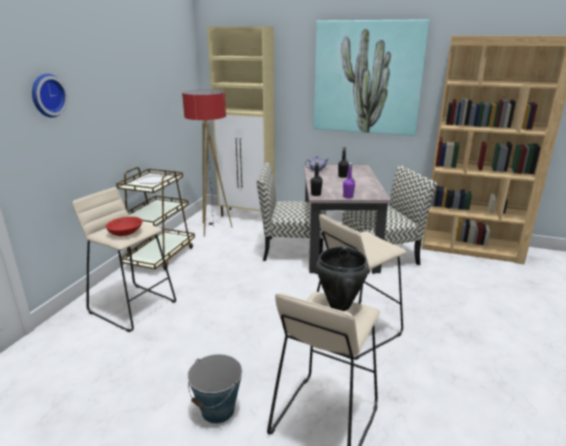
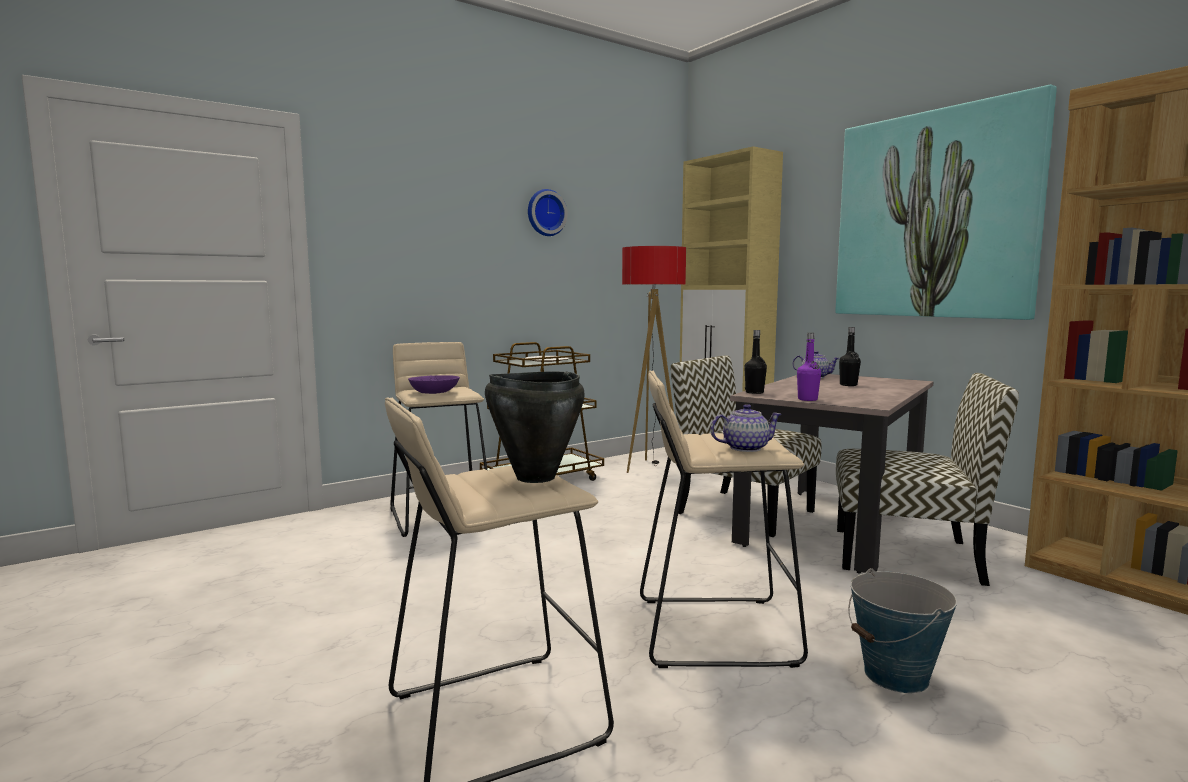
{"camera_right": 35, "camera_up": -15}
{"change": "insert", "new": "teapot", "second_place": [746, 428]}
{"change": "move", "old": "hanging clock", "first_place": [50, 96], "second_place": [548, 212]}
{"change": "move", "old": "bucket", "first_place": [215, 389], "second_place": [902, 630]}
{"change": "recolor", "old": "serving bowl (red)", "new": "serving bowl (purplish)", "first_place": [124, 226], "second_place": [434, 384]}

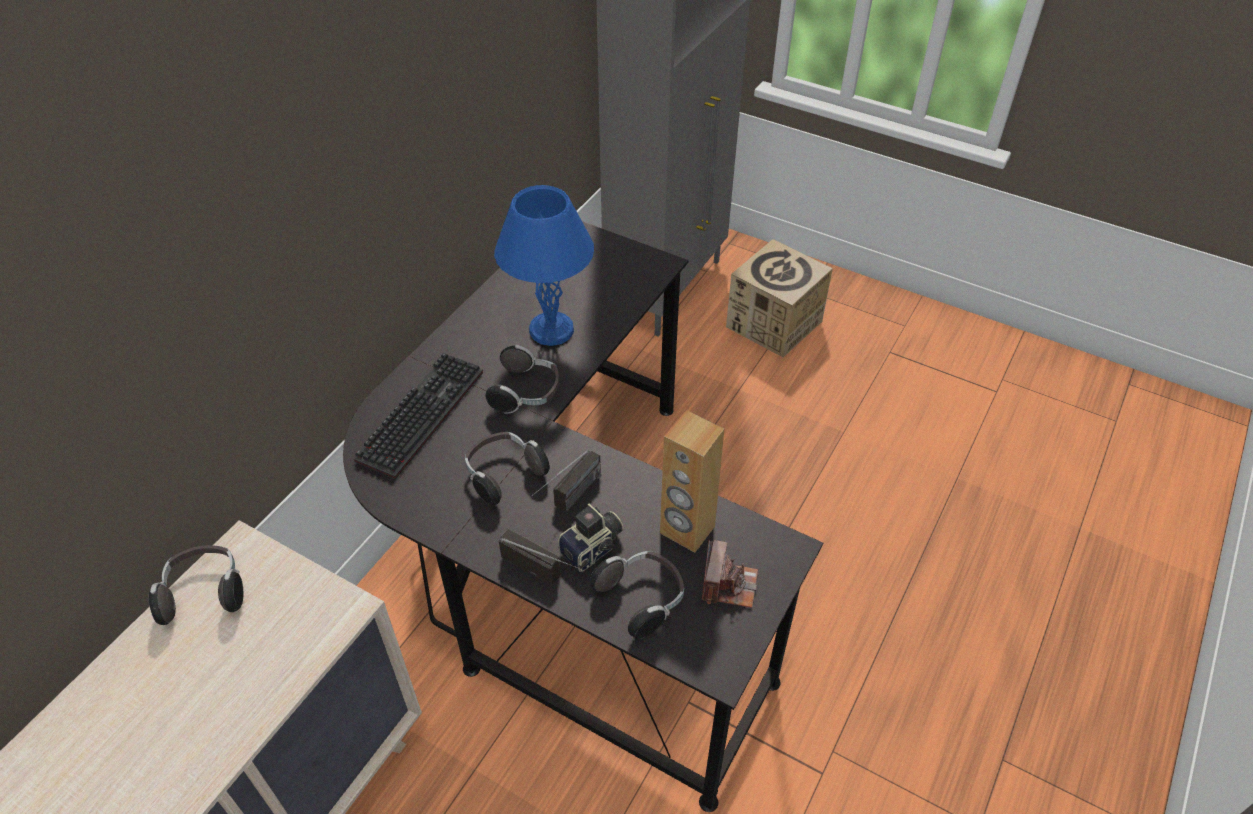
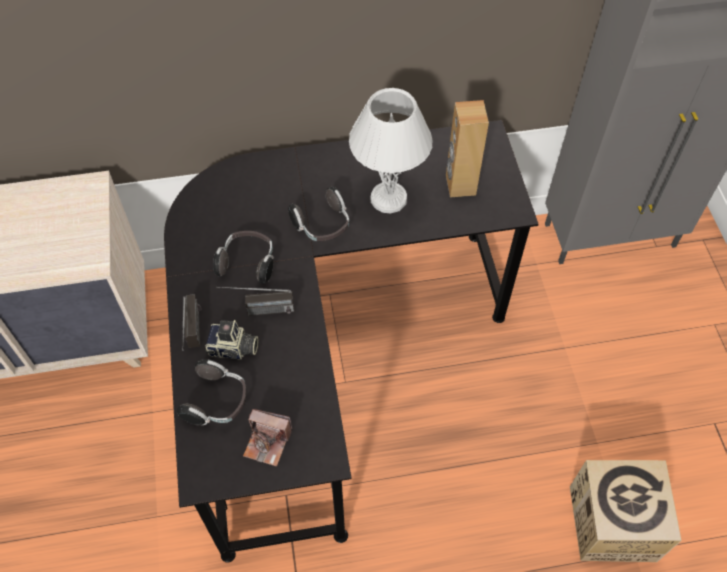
{"camera_right": 50, "camera_up": 10}
{"change": "delete", "old": "pair of headphones", "first_place": [196, 585]}
{"change": "delete", "old": "computer keyboard", "first_place": [418, 416]}
{"change": "move", "old": "speaker (brown-coloured)", "first_place": [692, 481], "second_place": [467, 149]}
{"change": "move", "old": "packing box", "first_place": [779, 298], "second_place": [626, 511]}
{"change": "recolor", "old": "table lamp (blue-coloured)", "new": "table lamp (whitish)", "first_place": [544, 265], "second_place": [390, 150]}
{"change": "rotate", "old": "still camera", "first_place": [730, 574], "second_place": [267, 437], "degrees": 45}

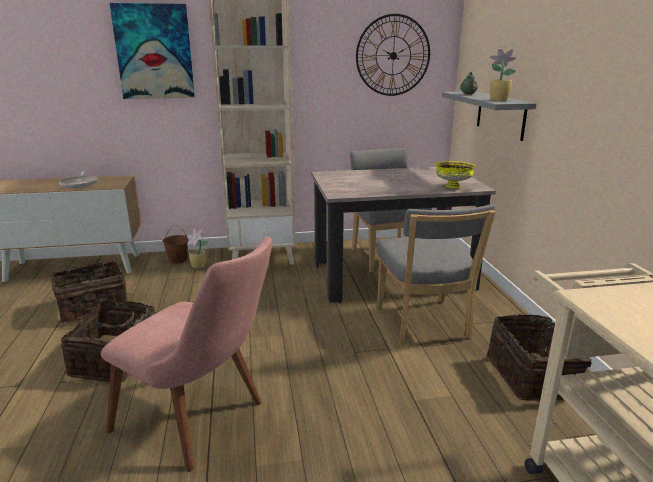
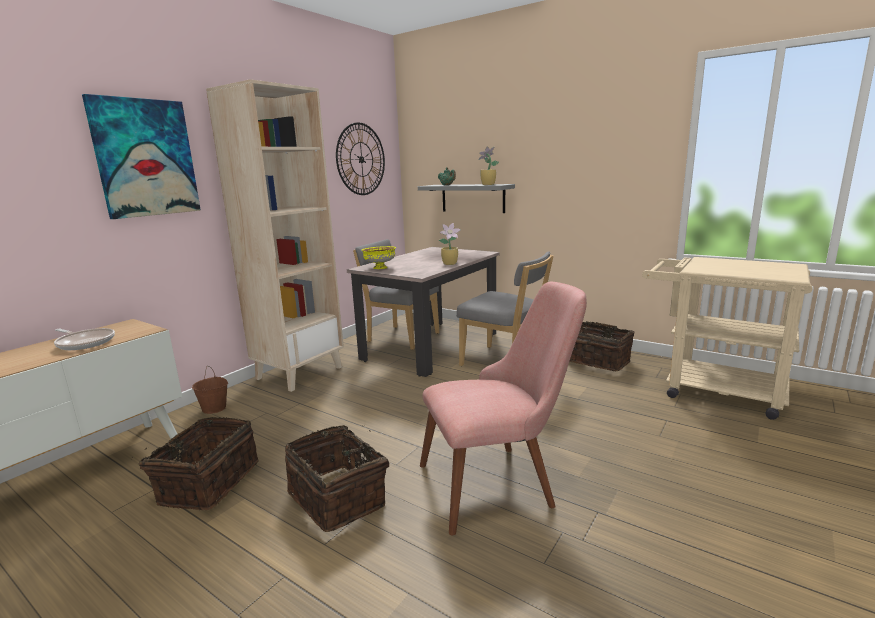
{"camera_right": -45, "camera_up": -5}
{"change": "move", "old": "potted plant", "first_place": [197, 249], "second_place": [449, 244]}
{"change": "move", "old": "serving bowl (yellow)", "first_place": [455, 174], "second_place": [379, 257]}

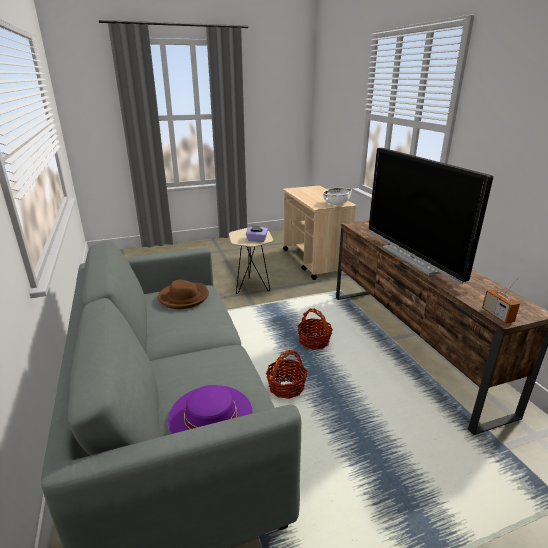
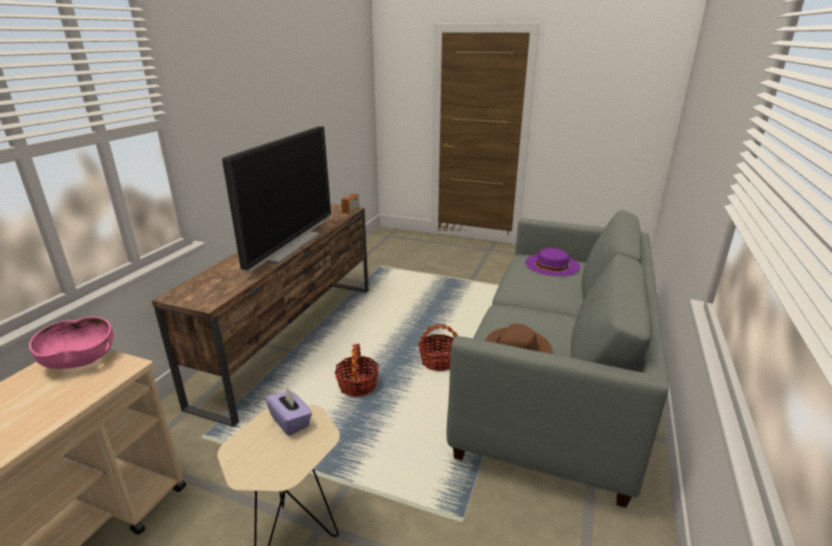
{"camera_right": -140, "camera_up": 0}
{"change": "recolor", "old": "serving bowl (whitish)", "new": "serving bowl (pink-coloured)", "first_place": [337, 196], "second_place": [71, 343]}

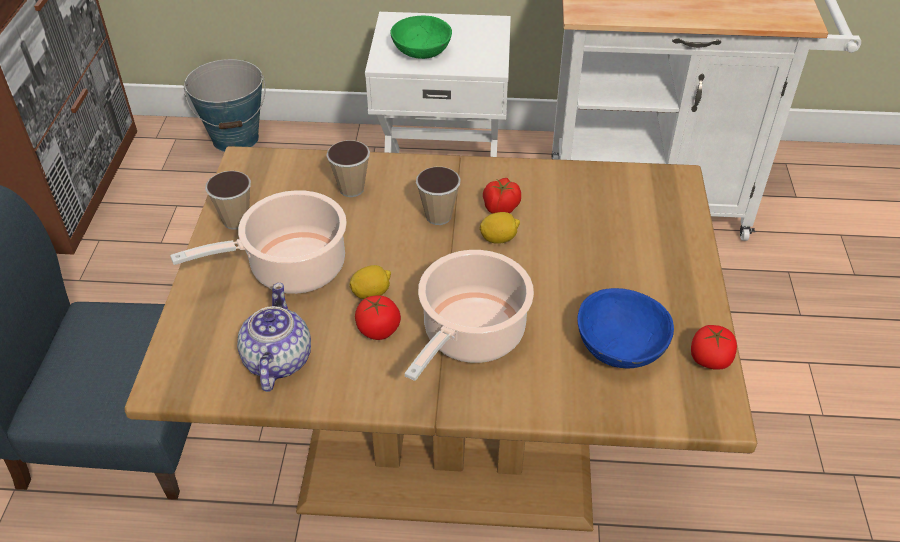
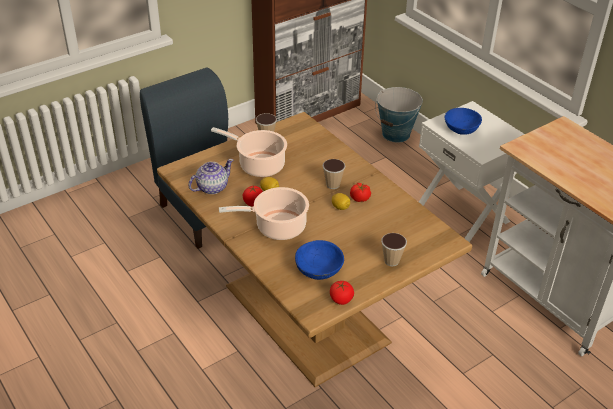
{"camera_right": 50, "camera_up": -5}
{"change": "move", "old": "small cup", "first_place": [348, 168], "second_place": [394, 249]}
{"change": "recolor", "old": "serving bowl (greenish)", "new": "serving bowl (blue-coloured)", "first_place": [421, 37], "second_place": [463, 121]}

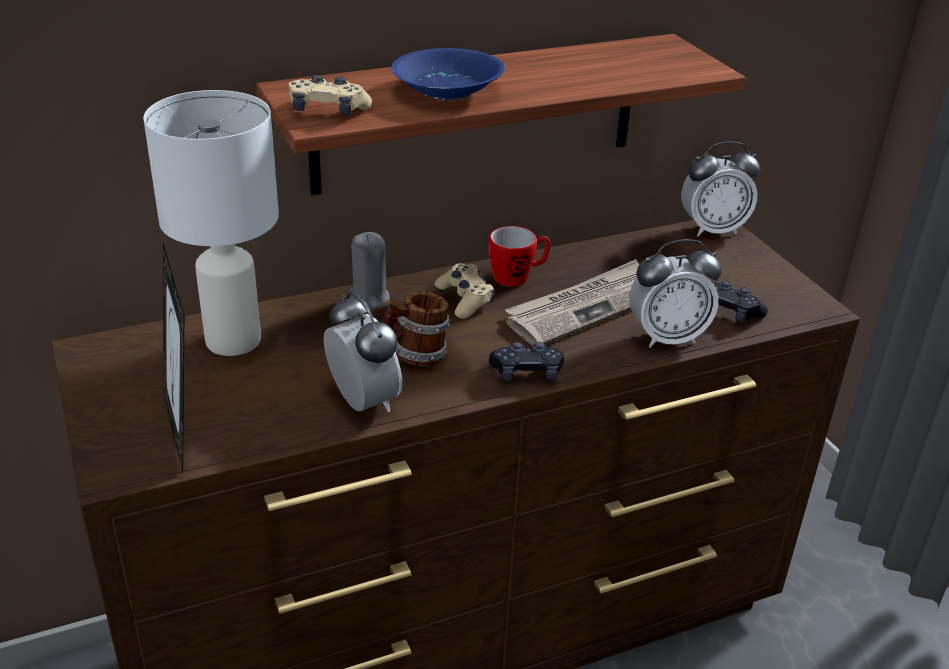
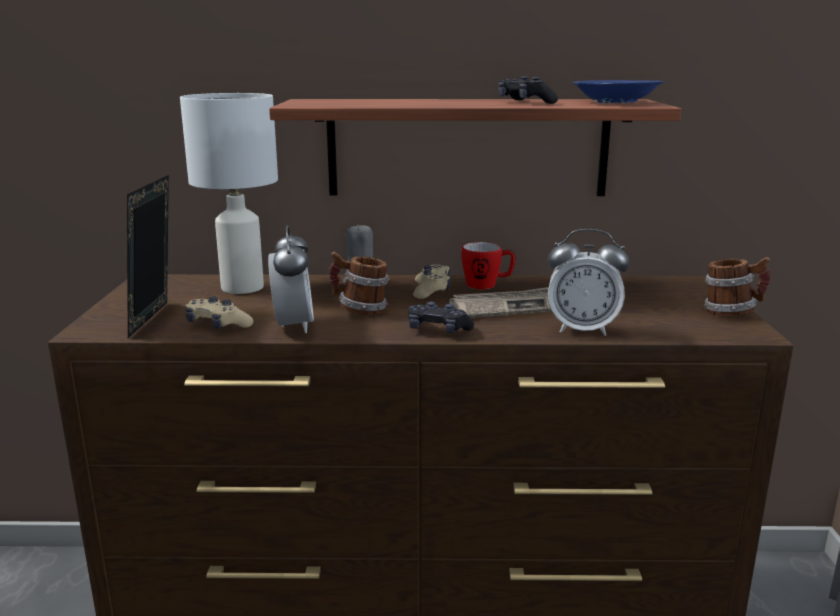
{"camera_right": 25, "camera_up": -15}
{"change": "delete", "old": "bedside clock", "first_place": [721, 189]}
{"change": "insert", "new": "mug", "second_place": [737, 287]}
{"change": "move", "old": "game controller (sand-coloured)", "first_place": [330, 95], "second_place": [219, 313]}
{"change": "move", "old": "serving bowl (blue-coloured)", "first_place": [448, 74], "second_place": [619, 91]}
{"change": "move", "old": "game controller (black)", "first_place": [739, 301], "second_place": [528, 90]}

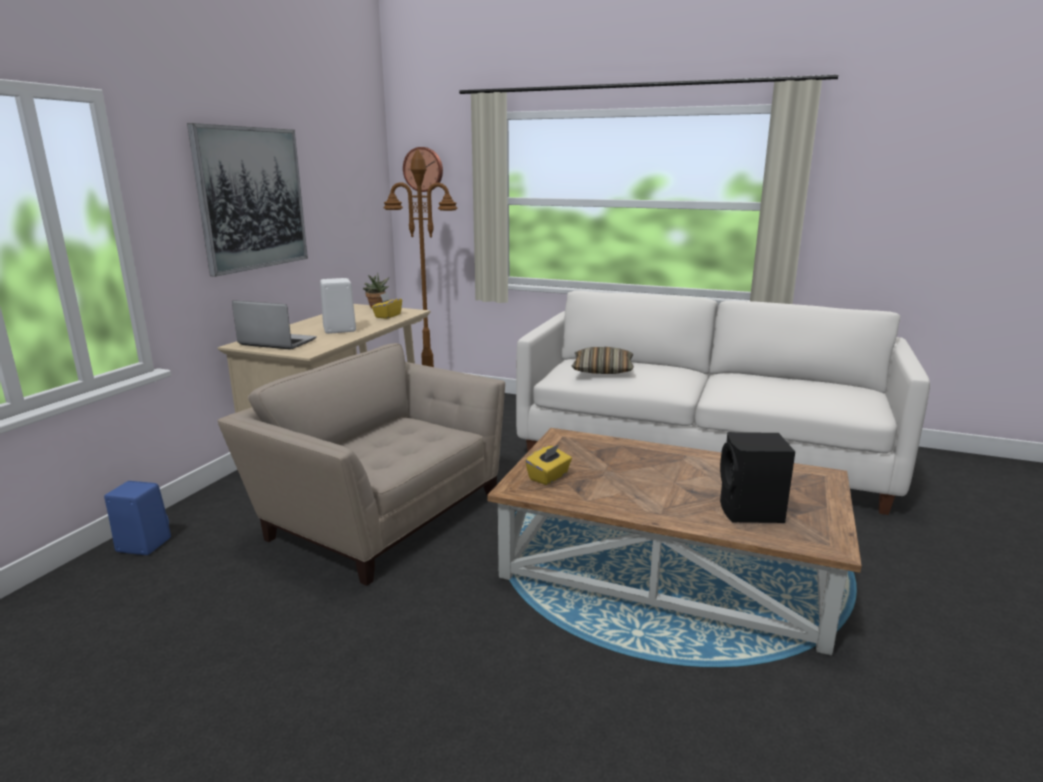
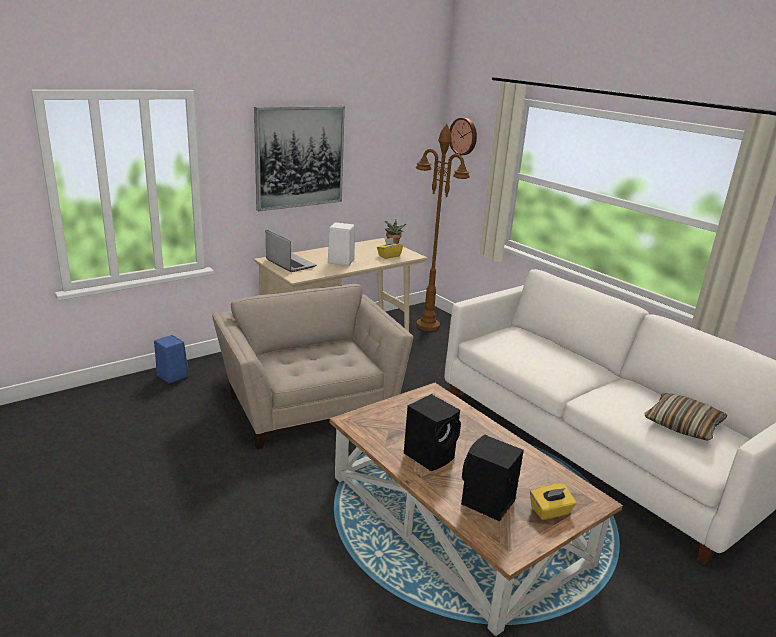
{"camera_right": 30, "camera_up": 5}
{"change": "insert", "new": "speaker (black)", "second_place": [432, 432]}
{"change": "move", "old": "box of tissues (yellow)", "first_place": [548, 464], "second_place": [553, 501]}
{"change": "move", "old": "throw pillow", "first_place": [603, 360], "second_place": [685, 417]}

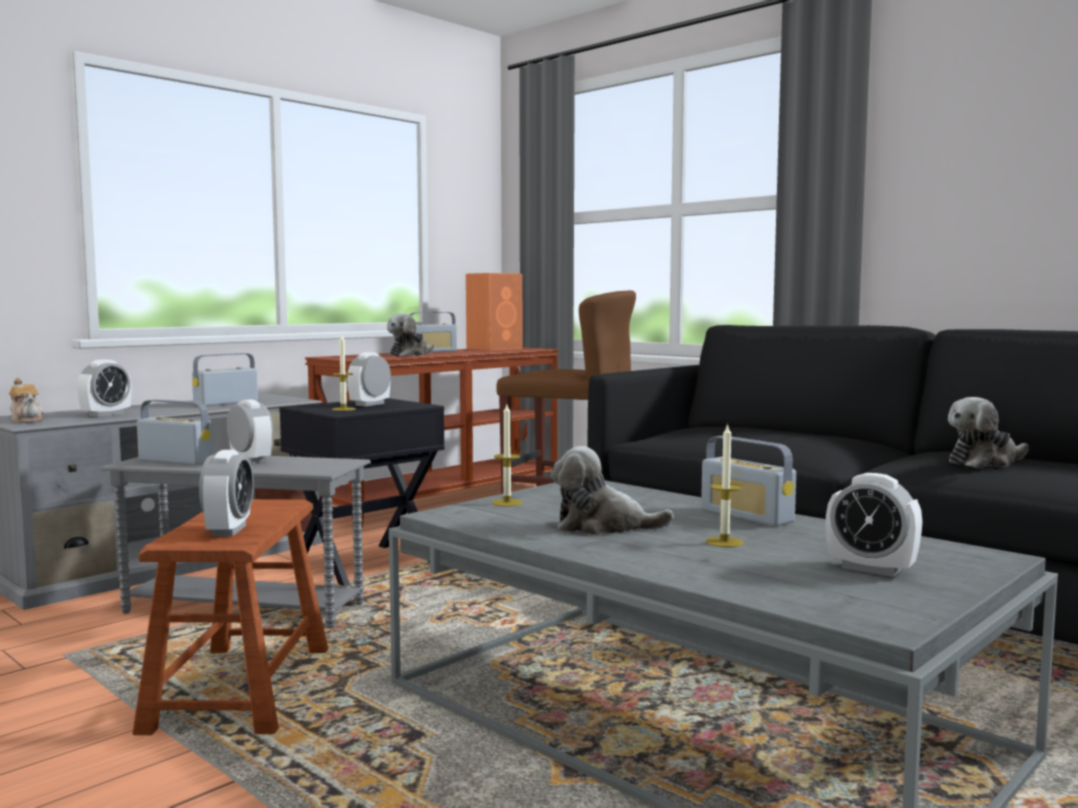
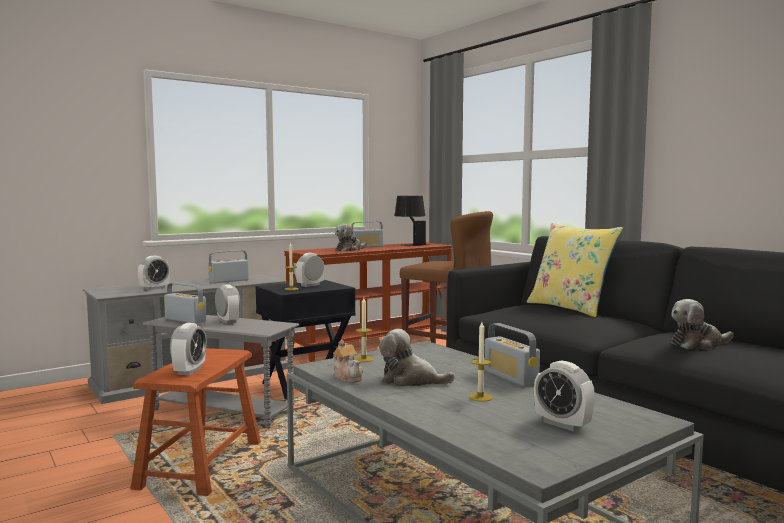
{"camera_right": 10, "camera_up": 0}
{"change": "insert", "new": "throw pillow (yellow)", "second_place": [575, 270]}
{"change": "move", "old": "teapot", "first_place": [26, 400], "second_place": [348, 361]}
{"change": "replace", "old": "speaker (orange)", "new": "table lamp (black)", "first_place": [494, 311], "second_place": [411, 221]}

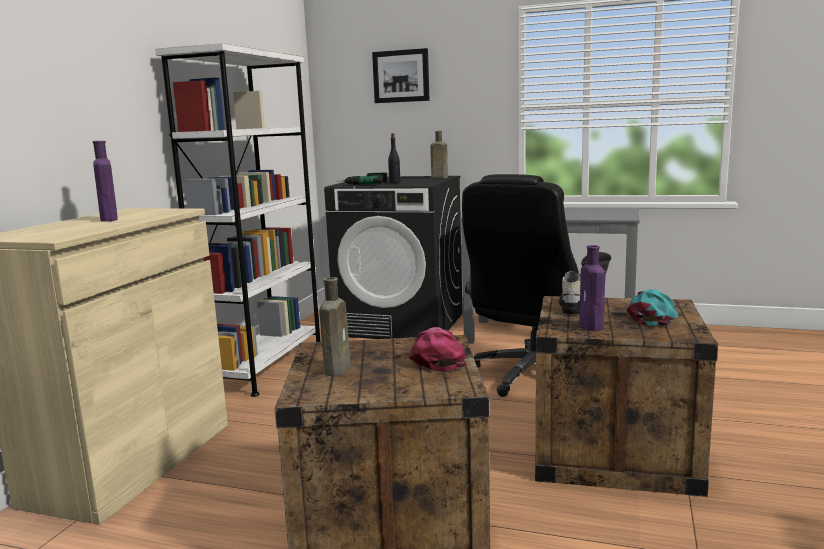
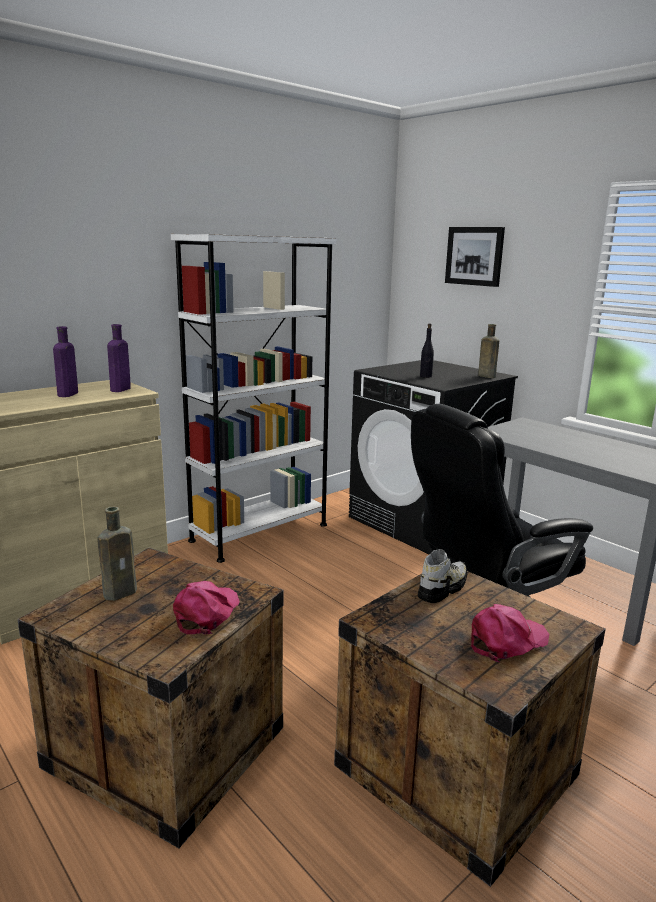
{"camera_right": 30, "camera_up": 5}
{"change": "delete", "old": "drill", "first_place": [365, 178]}
{"change": "move", "old": "drink bottle (purplish)", "first_place": [592, 288], "second_place": [119, 358]}
{"change": "recolor", "old": "peaked cap (turquoise-coloured)", "new": "peaked cap (pink-coloured)", "first_place": [653, 307], "second_place": [510, 633]}

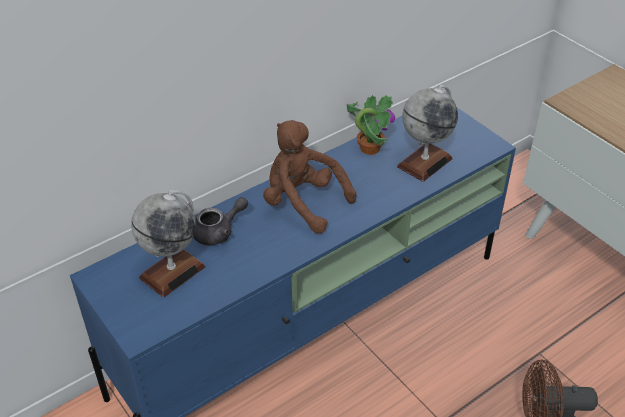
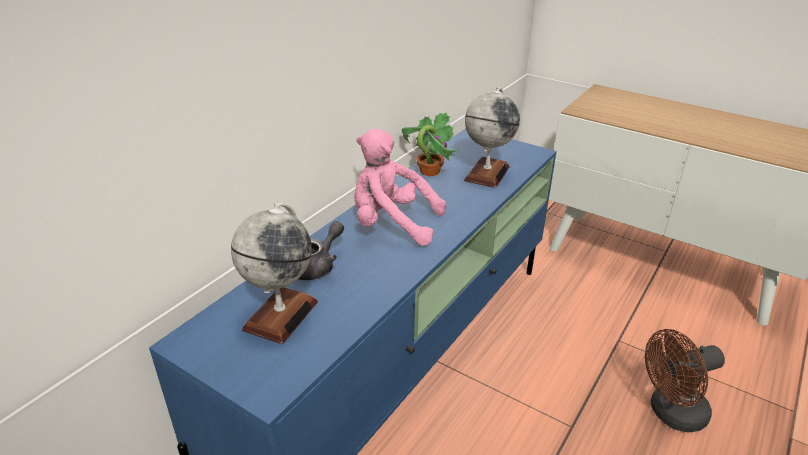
{"camera_right": -20, "camera_up": -10}
{"change": "recolor", "old": "soft toy (brown-coloured)", "new": "soft toy (pink-coloured)", "first_place": [310, 177], "second_place": [400, 187]}

